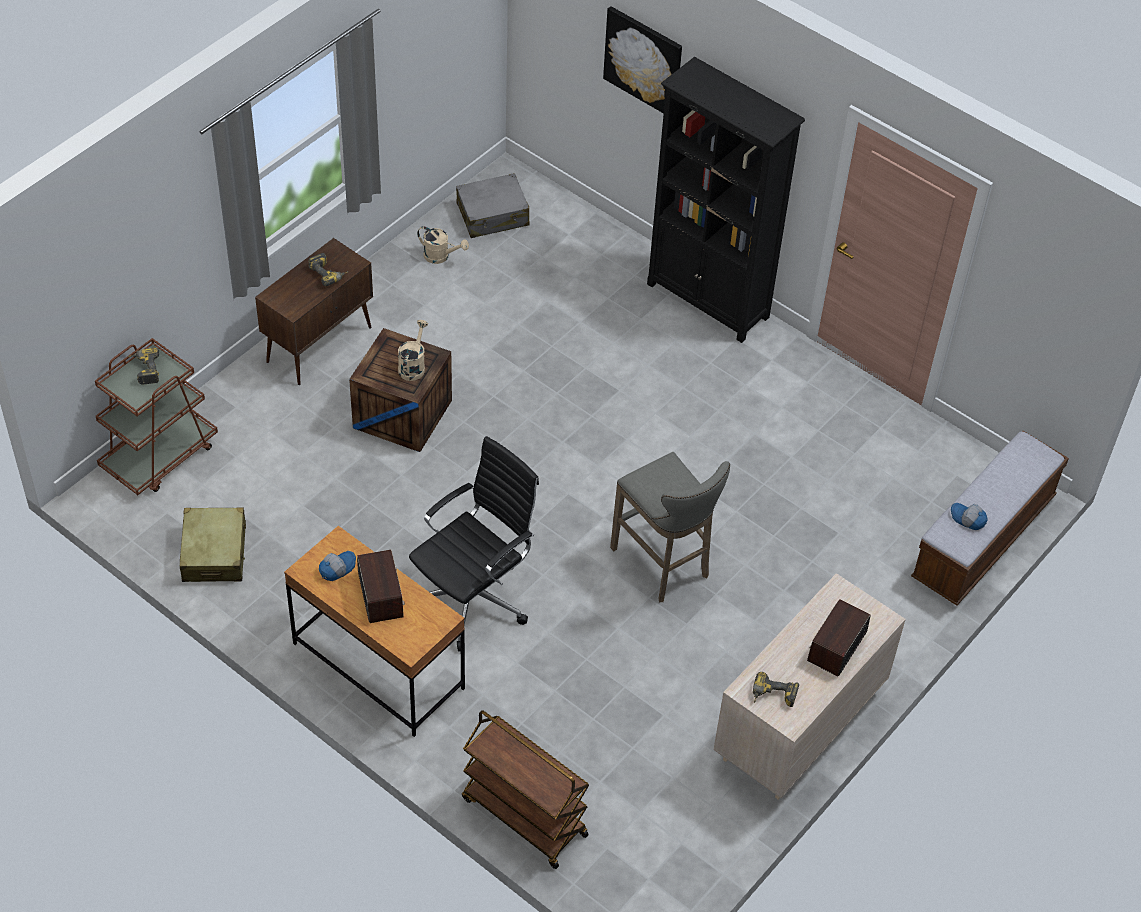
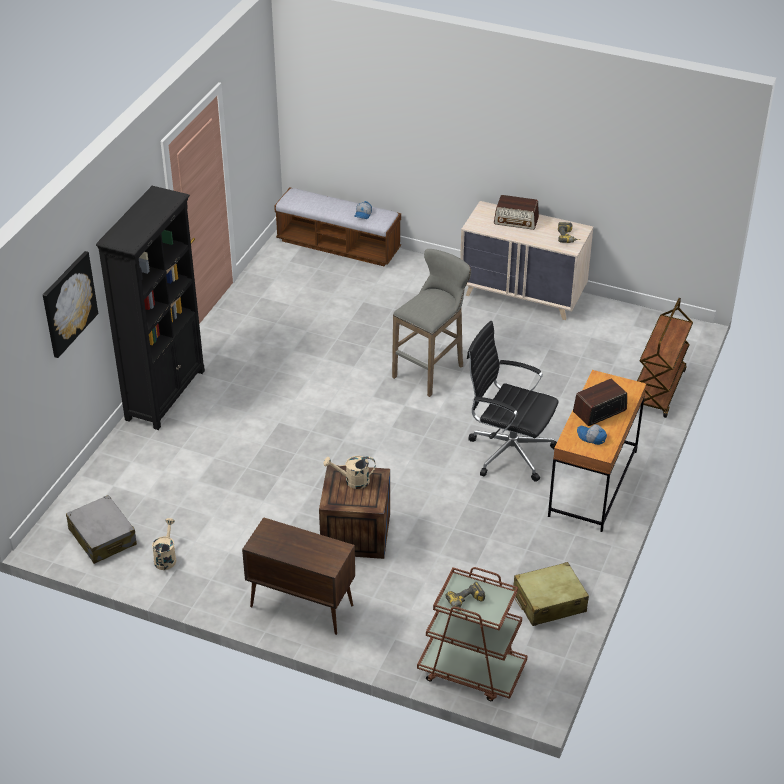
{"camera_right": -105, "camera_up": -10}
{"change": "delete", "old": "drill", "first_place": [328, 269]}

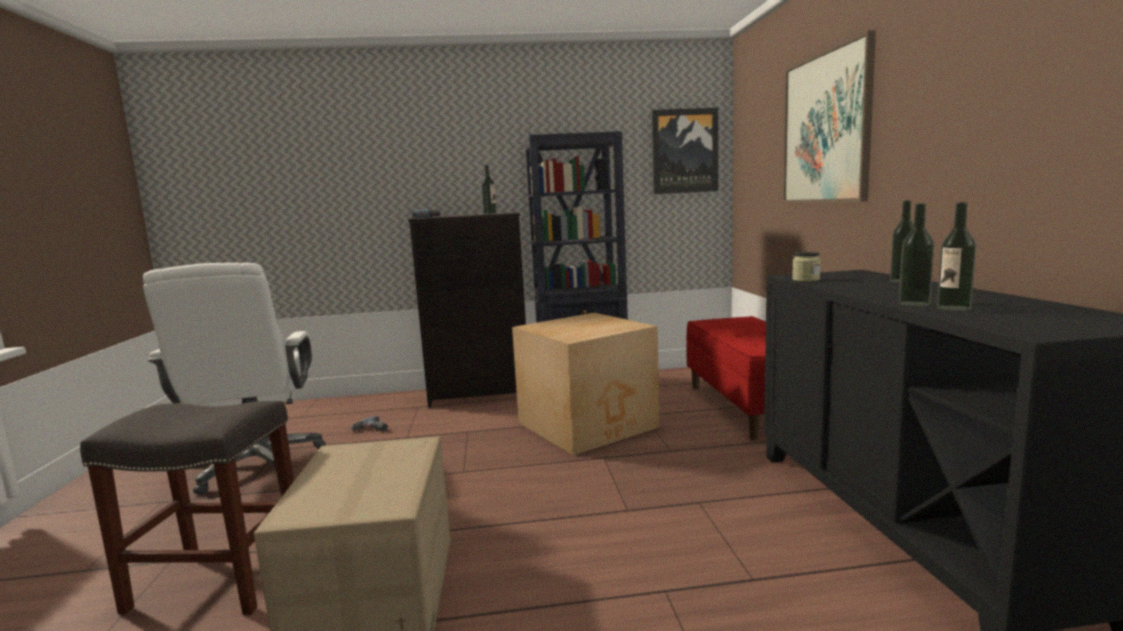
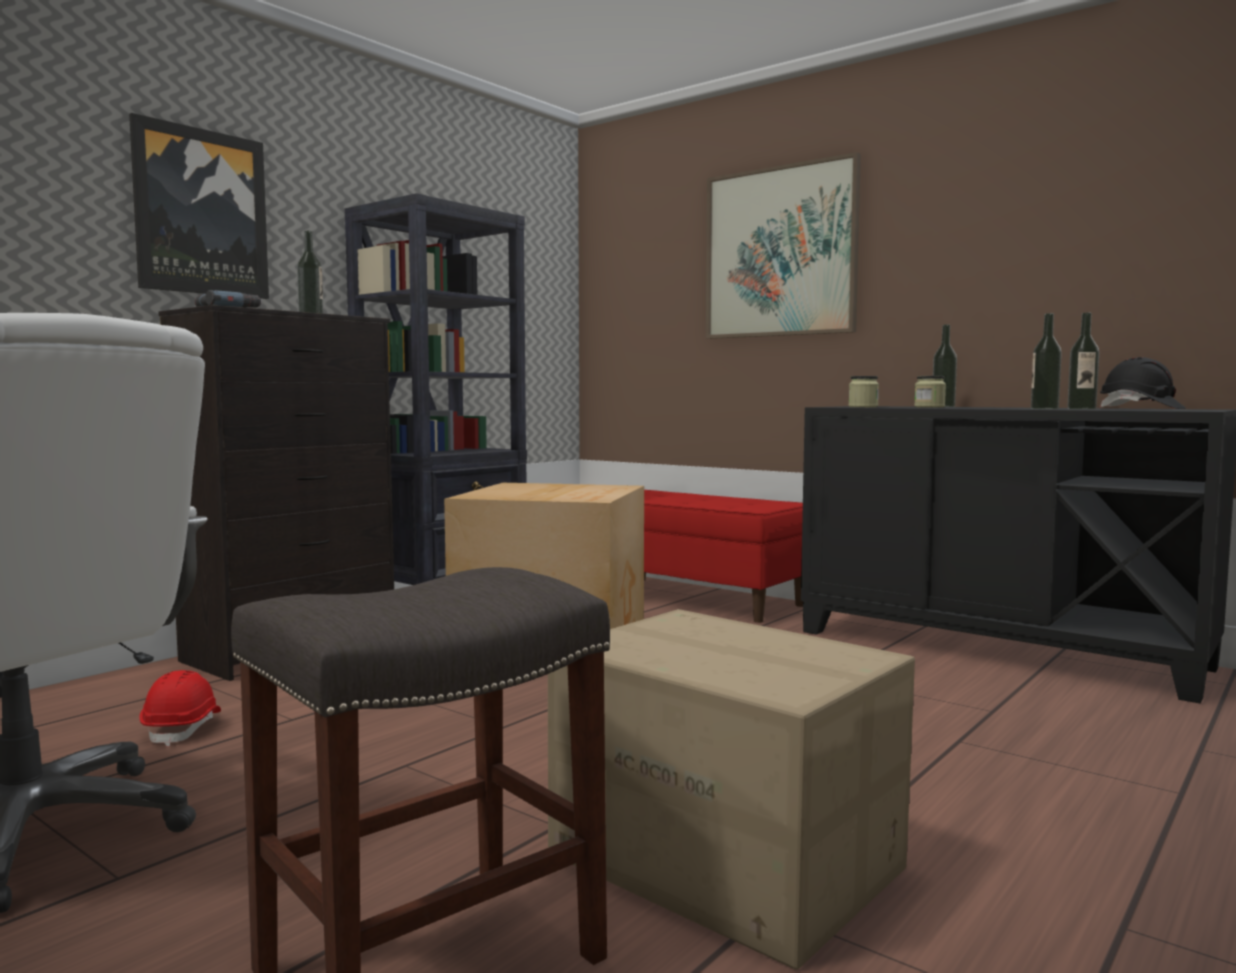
{"camera_right": -45, "camera_up": -5}
{"change": "insert", "new": "jar", "second_place": [930, 392]}
{"change": "insert", "new": "safety helmet (black)", "second_place": [1142, 383]}
{"change": "move", "old": "picture", "first_place": [685, 151], "second_place": [199, 206]}
{"change": "replace", "old": "drill", "new": "safety helmet (red)", "first_place": [369, 423], "second_place": [180, 708]}

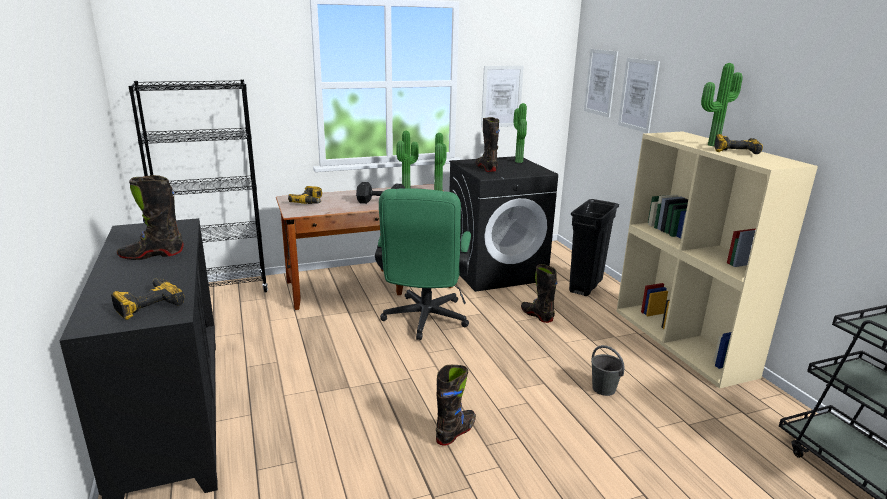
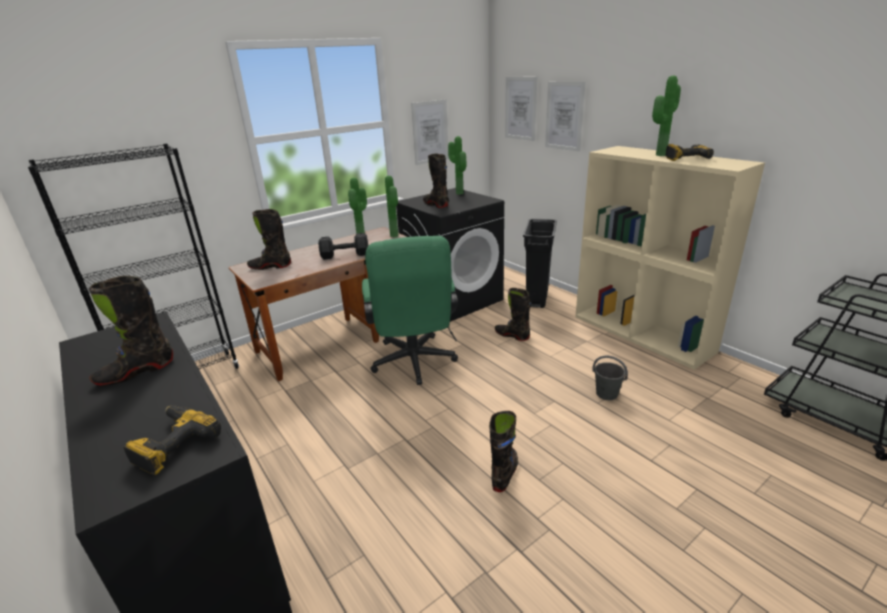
{"camera_right": -15, "camera_up": 5}
{"change": "replace", "old": "drill", "new": "tall boot (black)", "first_place": [305, 195], "second_place": [269, 239]}

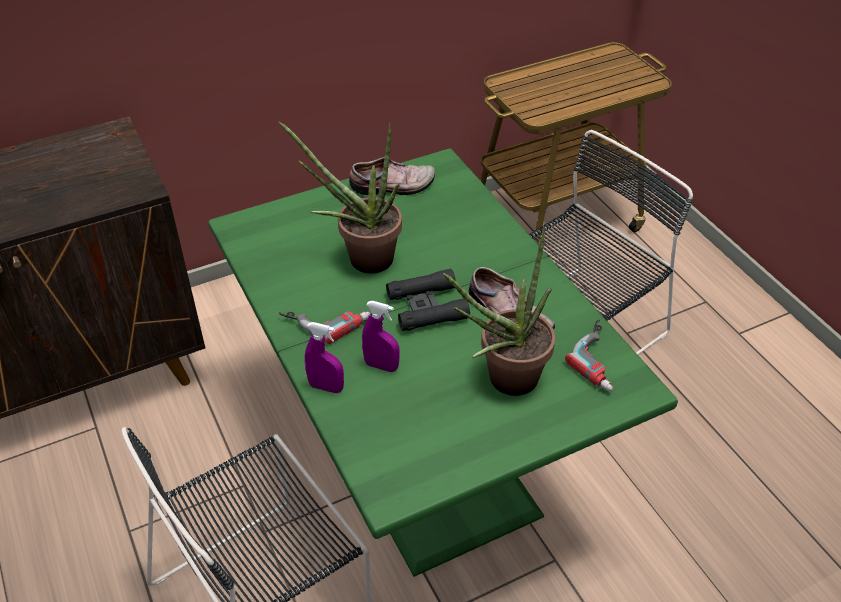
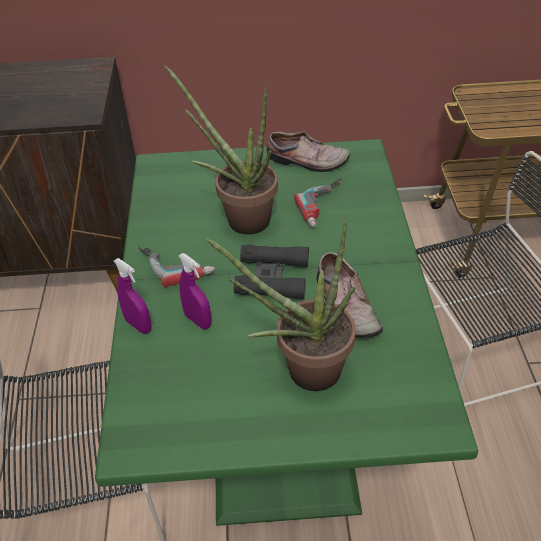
{"camera_right": 25, "camera_up": 0}
{"change": "move", "old": "drill", "first_place": [589, 355], "second_place": [318, 203]}

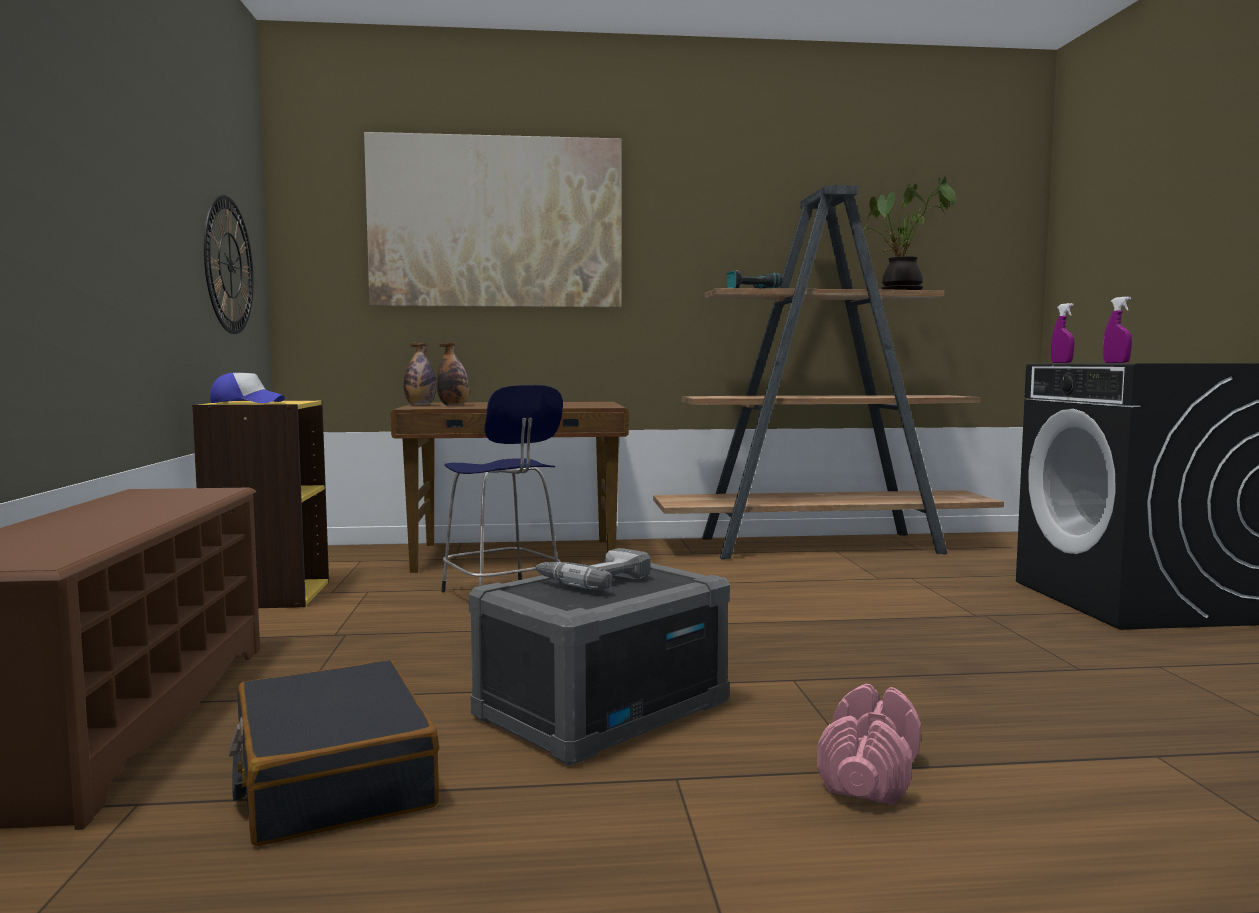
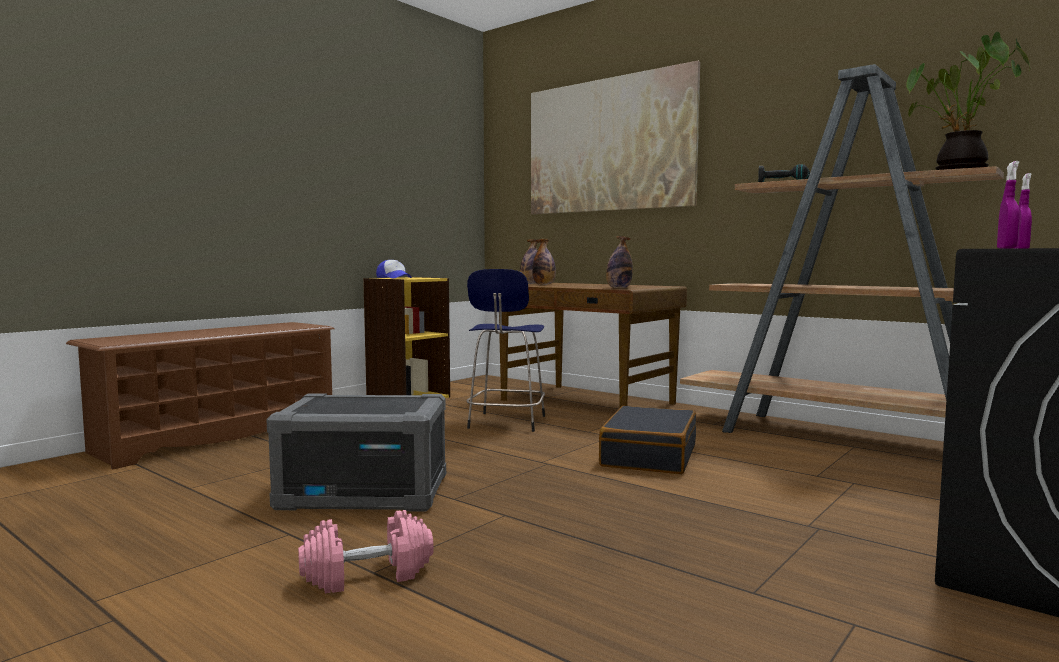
{"camera_right": 45, "camera_up": 0}
{"change": "delete", "old": "hanging clock", "first_place": [229, 264]}
{"change": "delete", "old": "drill", "first_place": [593, 569]}
{"change": "insert", "new": "drink bottle", "second_place": [619, 262]}
{"change": "move", "old": "piece of luggage (black)", "first_place": [334, 753], "second_place": [647, 440]}

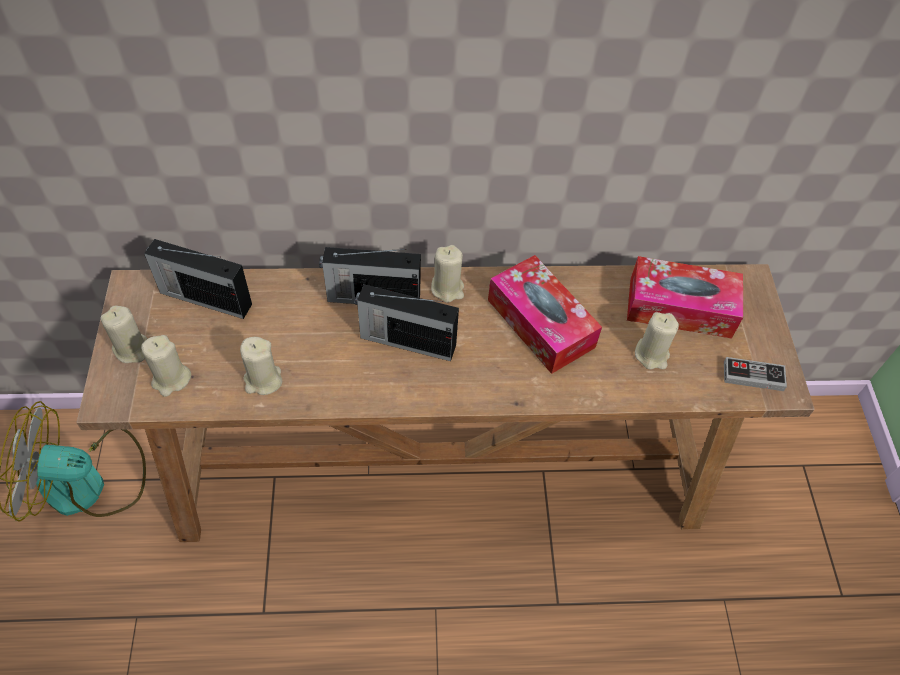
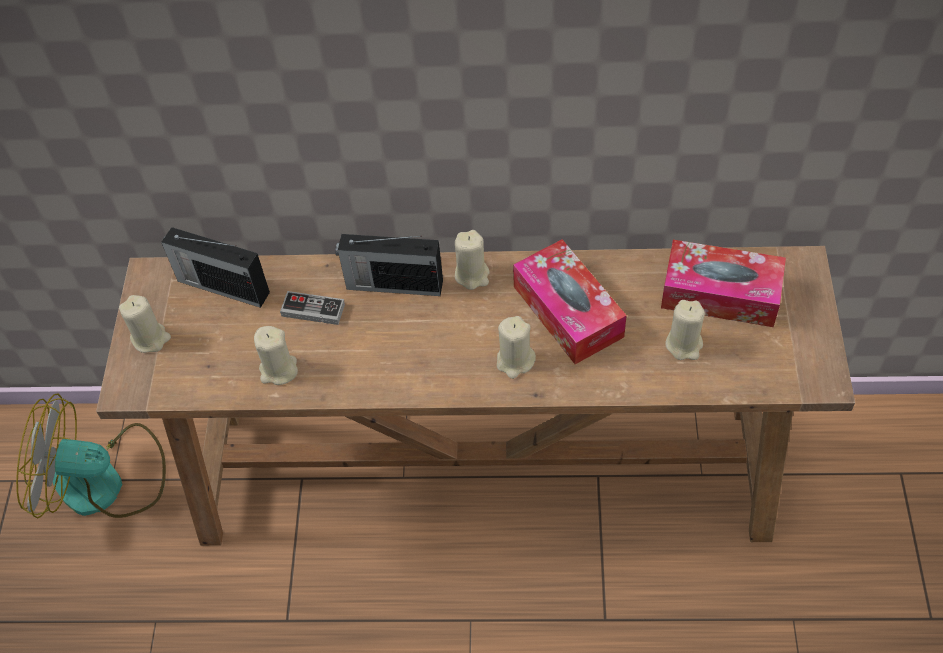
{"camera_right": 10, "camera_up": 0}
{"change": "delete", "old": "radio", "first_place": [407, 322]}
{"change": "move", "old": "wax candle (sand-coloured)", "first_place": [166, 366], "second_place": [516, 347]}
{"change": "move", "old": "game controller", "first_place": [755, 374], "second_place": [312, 308]}

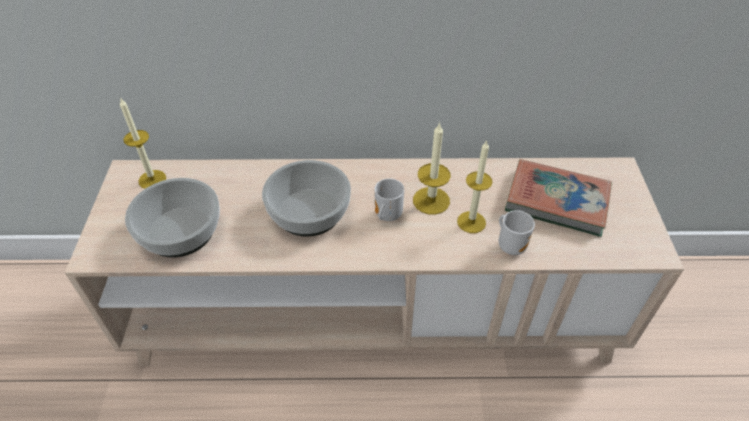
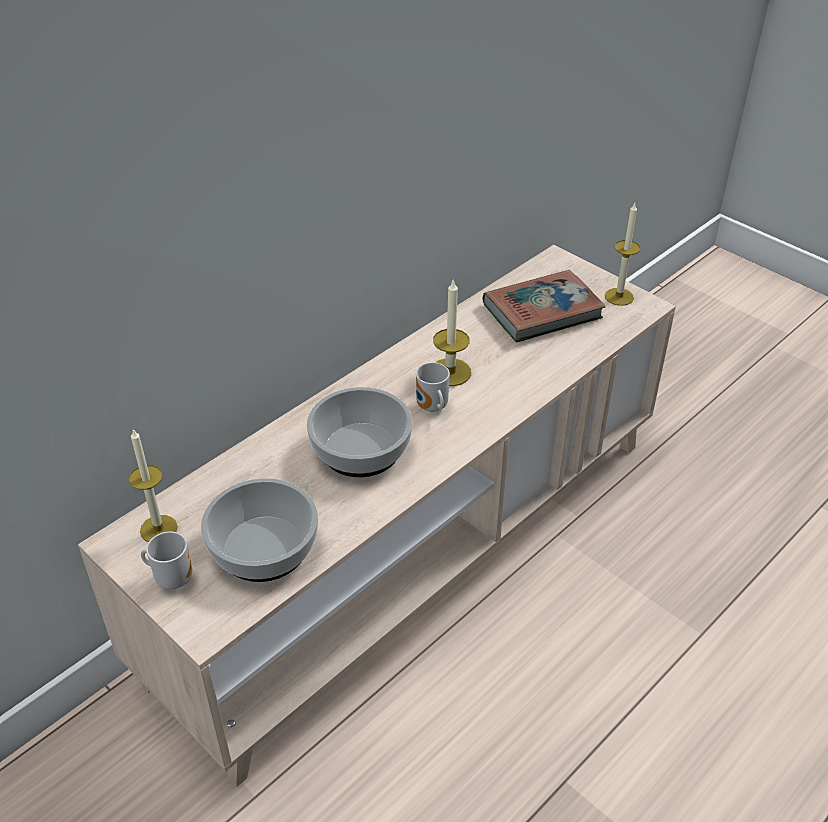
{"camera_right": -45, "camera_up": -5}
{"change": "move", "old": "wax candle", "first_place": [475, 186], "second_place": [622, 254]}
{"change": "move", "old": "mug", "first_place": [517, 232], "second_place": [166, 560]}

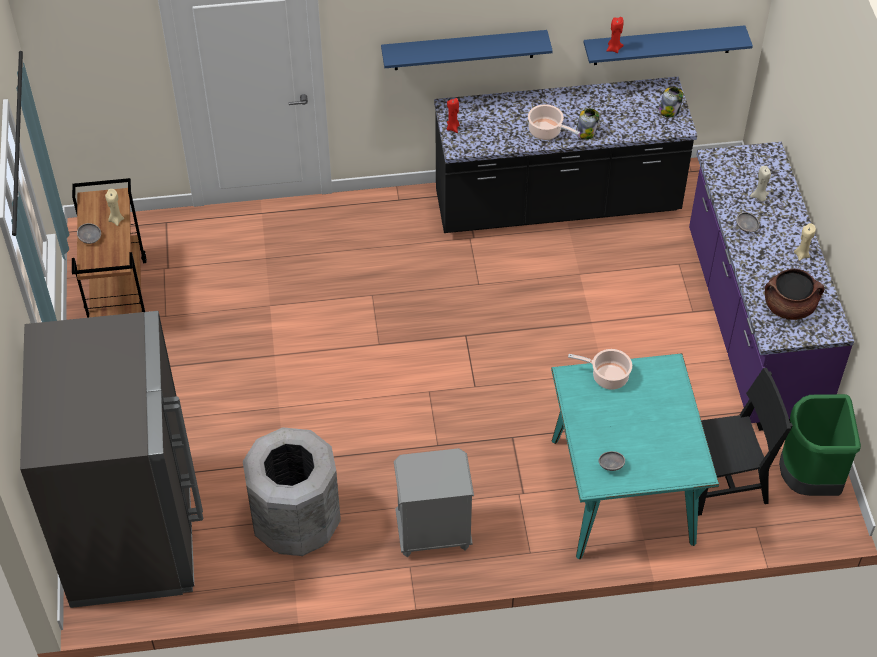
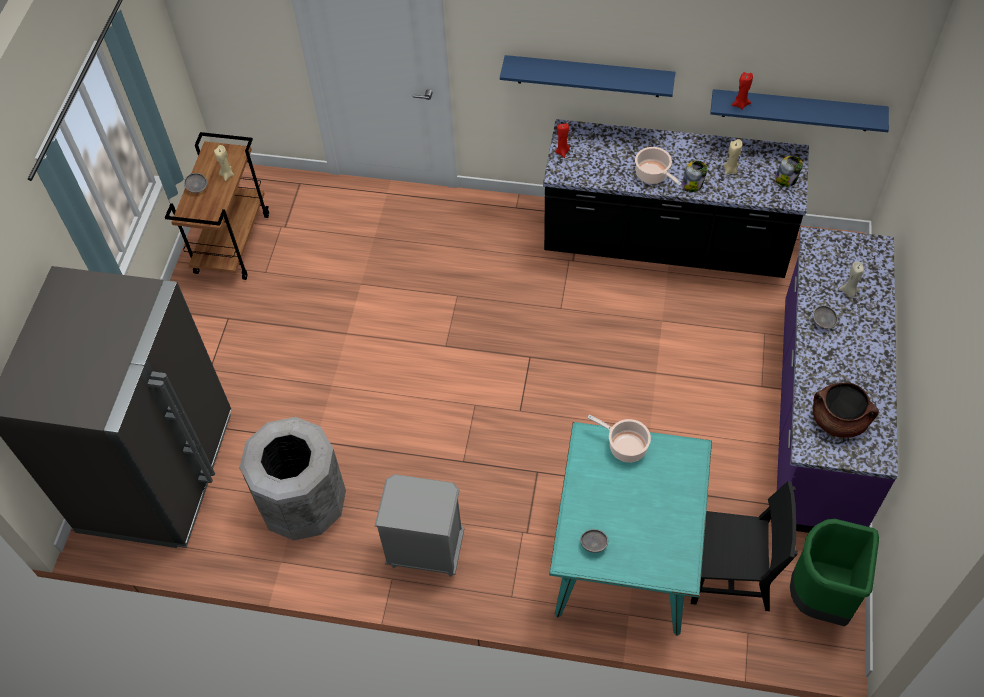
{"camera_right": 20, "camera_up": 5}
{"change": "move", "old": "wax candle (sand-coloured)", "first_place": [805, 242], "second_place": [732, 157]}

